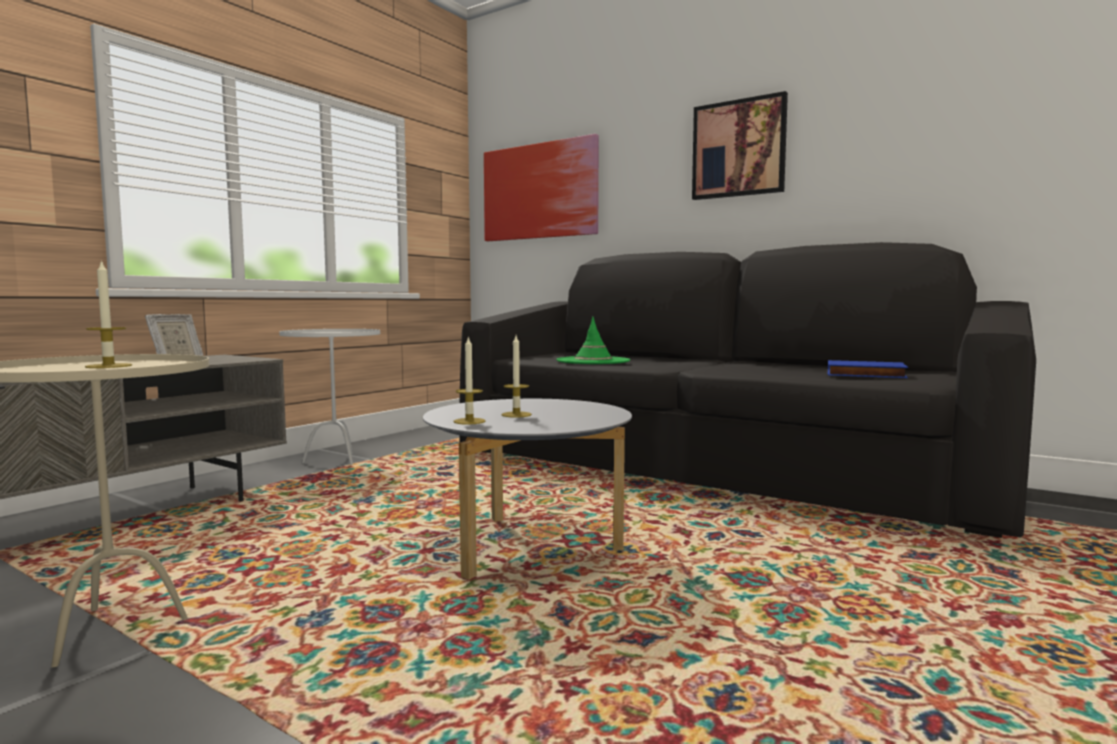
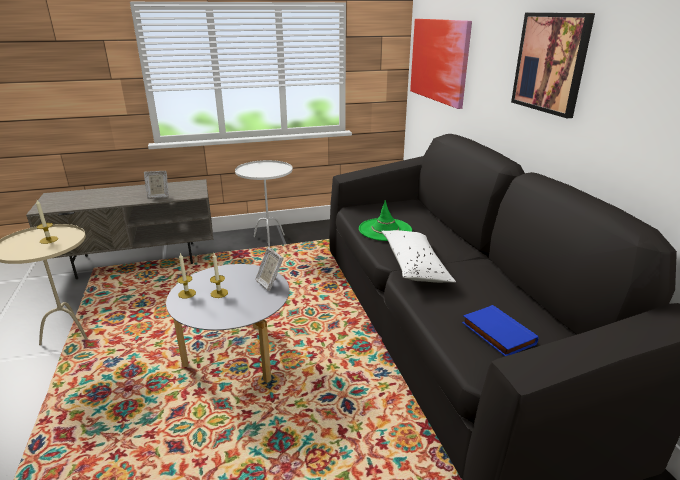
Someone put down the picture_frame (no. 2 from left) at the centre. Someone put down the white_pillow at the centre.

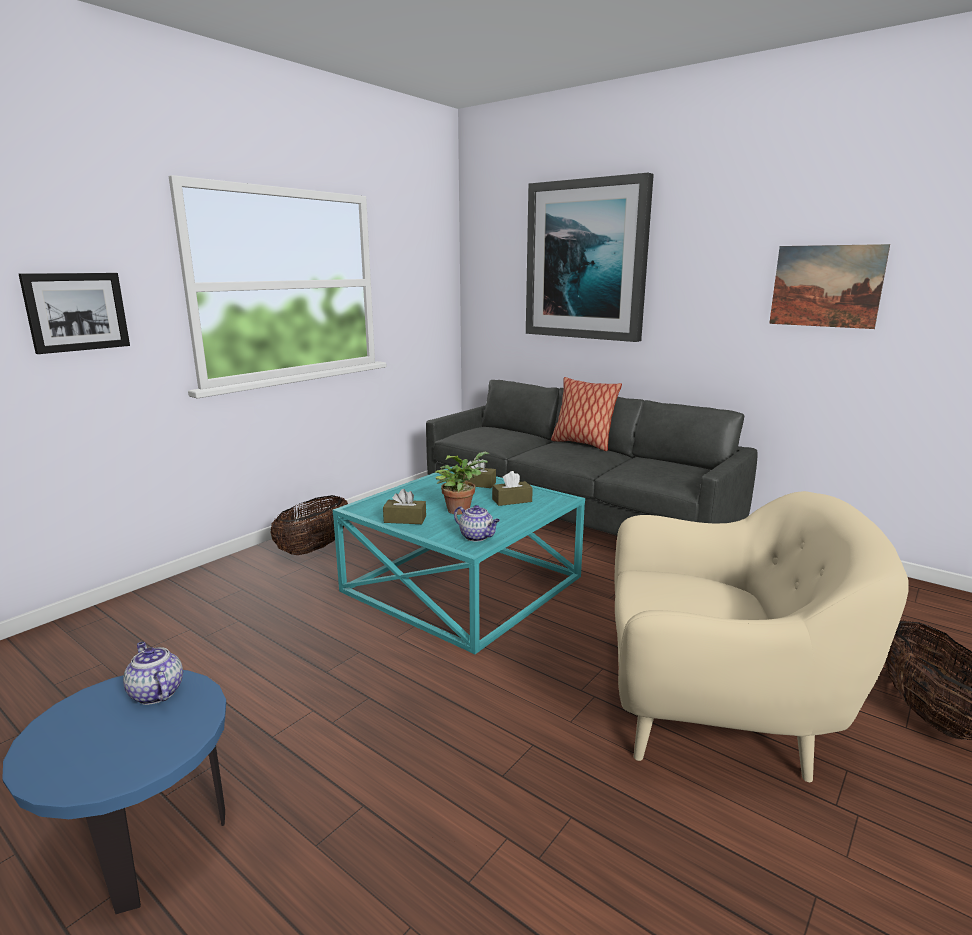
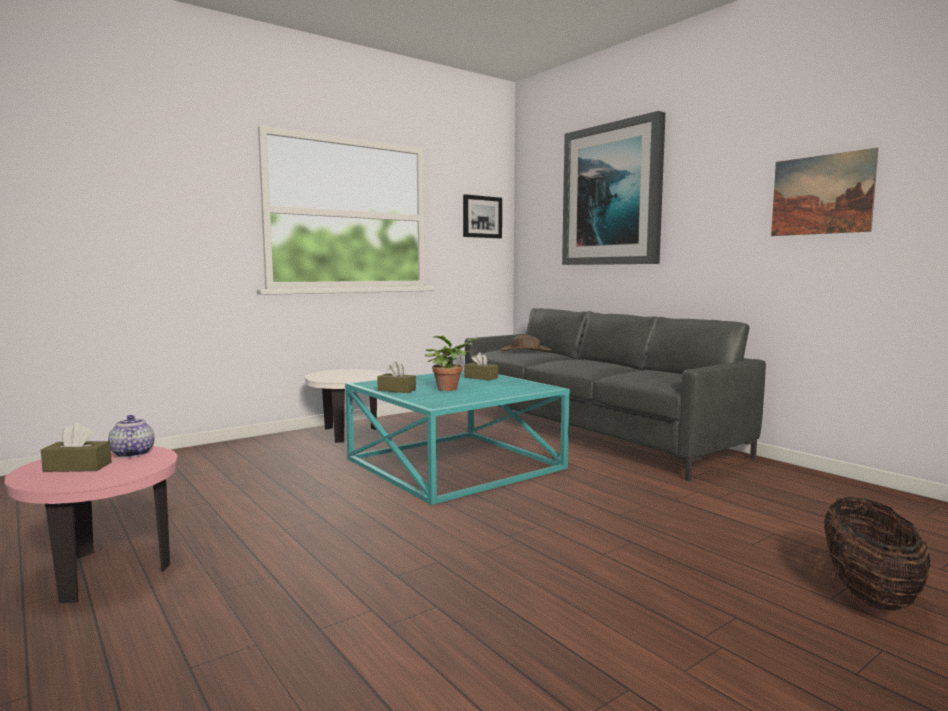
Someone took away the teapot (no. 2 from left) at the centre. Someone took away the pillow at the centre. Someone took away the beige_armchair at the bottom right. Someone put down the brown_hat at the centre. Someone carried the picture (no. 1 from left) from the middle left to the top centre. Someone carried the brown_tissue_box (no. 3 from left in the first image) from the centre to the middle left. Someone swapped the basket (no. 1 from left) at the middle left for the white_side_table at the centre. Someone repainted the blue_side_table at the bottom left, which became the pink_side_table at the bottom left.

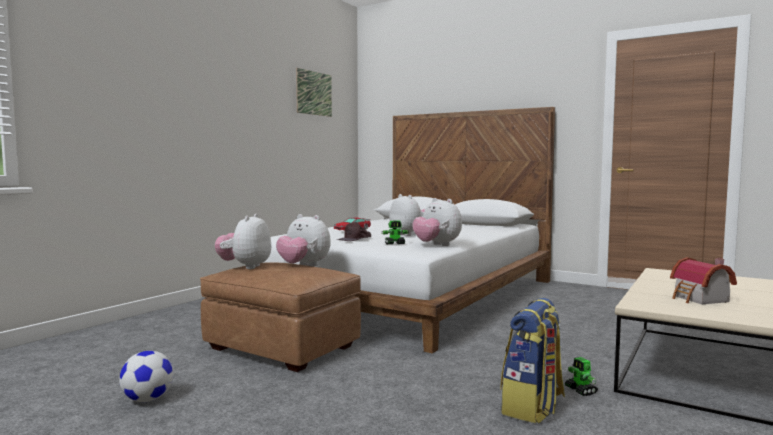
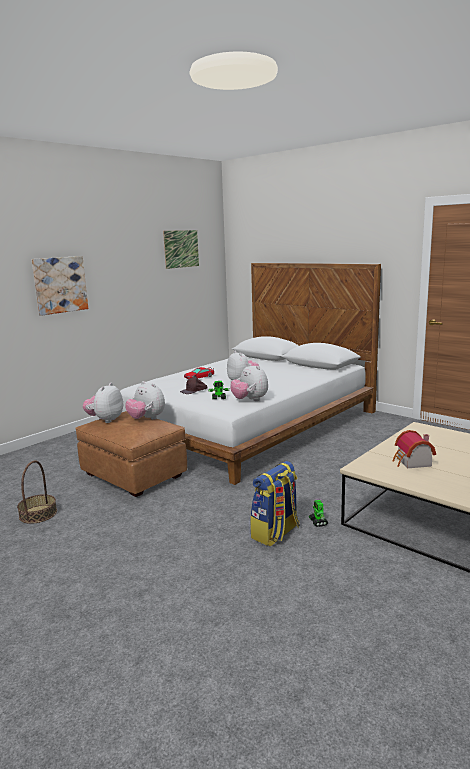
Someone put up the picture (no. 1 from left) at the middle left. Someone swapped the football at the bottom left for the basket at the middle left.

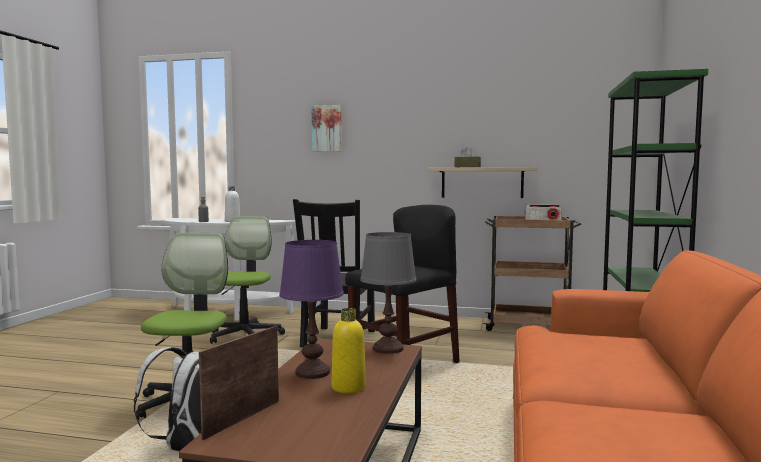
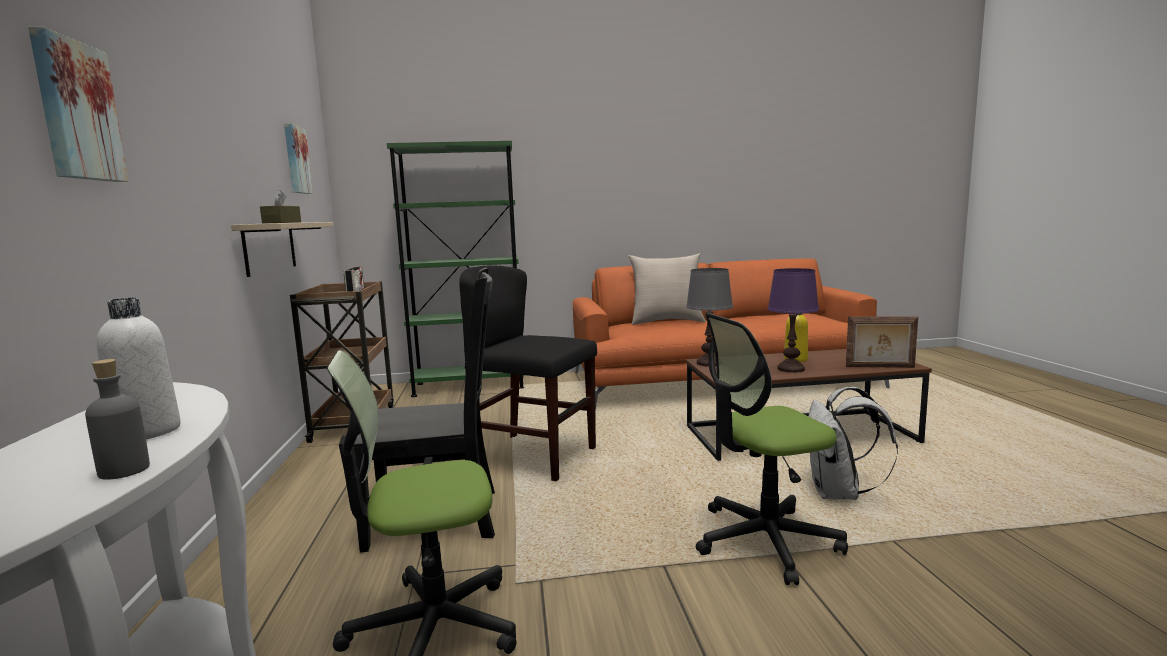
Someone put up the picture (no. 2 from left) at the top left. Someone put down the beige_pillow at the centre.

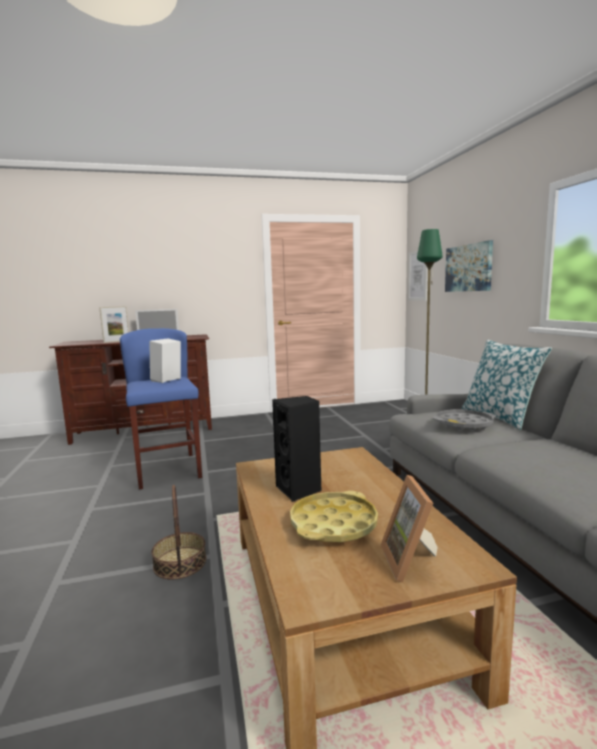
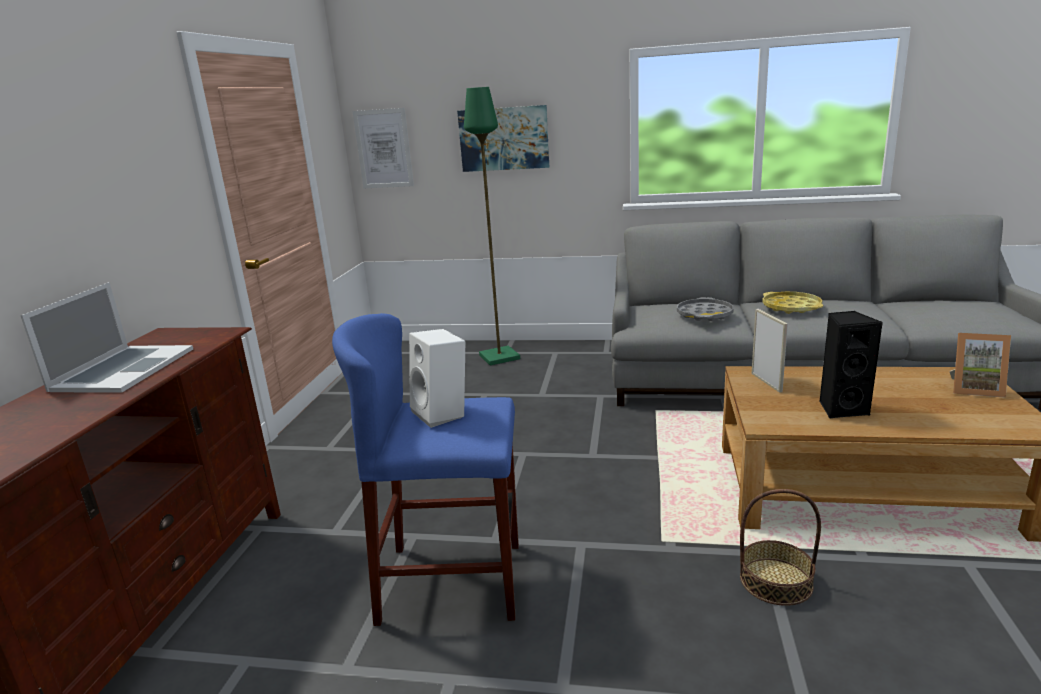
Someone took away the pillow at the middle right. Someone carried the picture_frame (no. 1 from left) from the middle left to the middle right. Someone carried the yellow_tray from the bottom centre to the middle right.

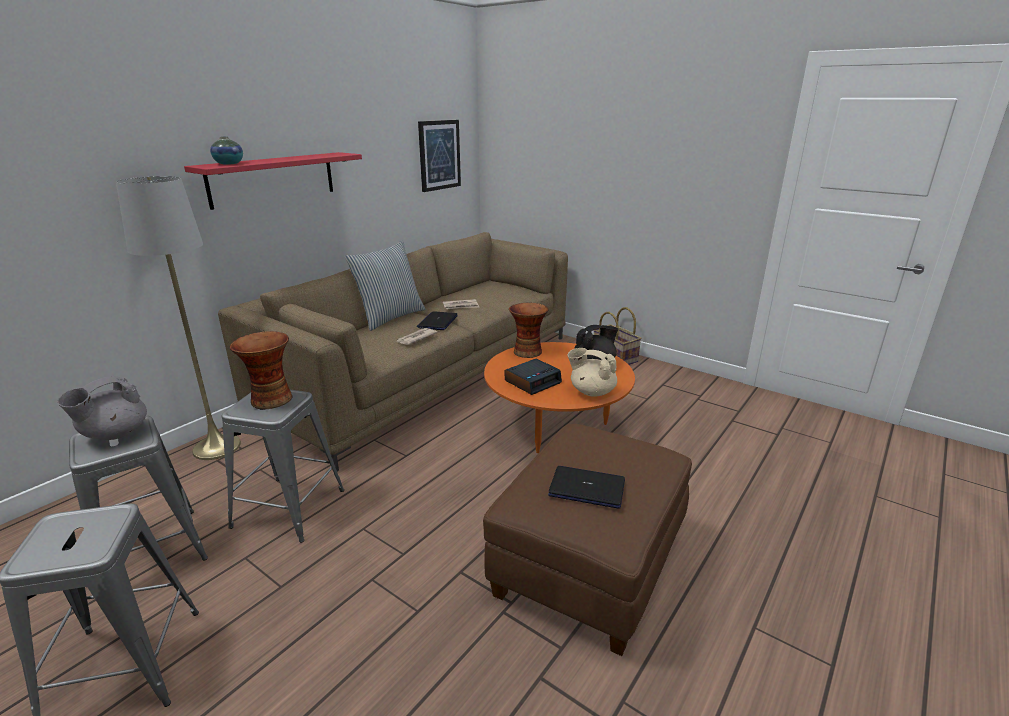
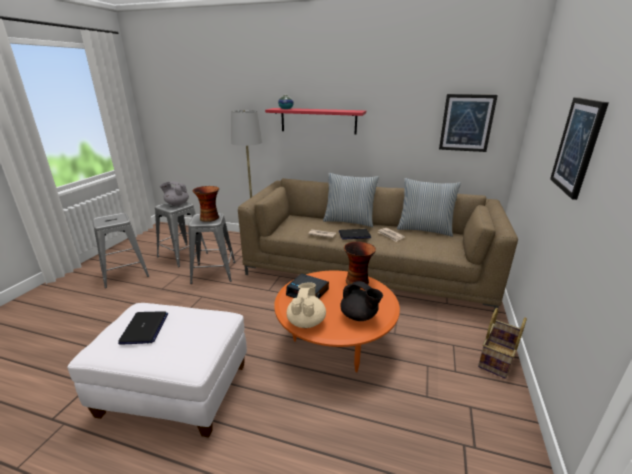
Someone put down the pillow (no. 2 from left) at the middle right. Someone put up the picture (no. 2 from left) at the top right. Someone repainted the brown_ottoman at the bottom centre, which became the white_ottoman at the bottom left.

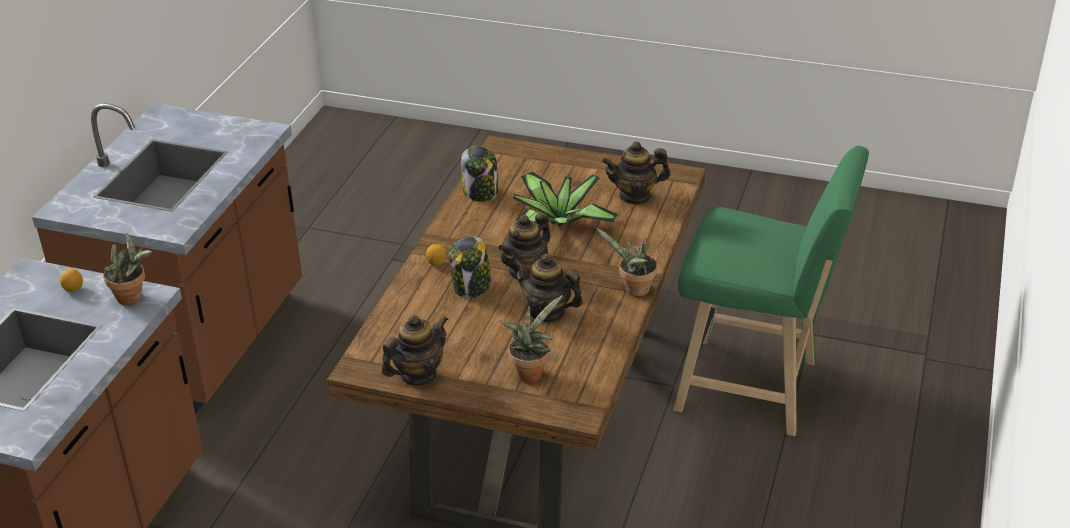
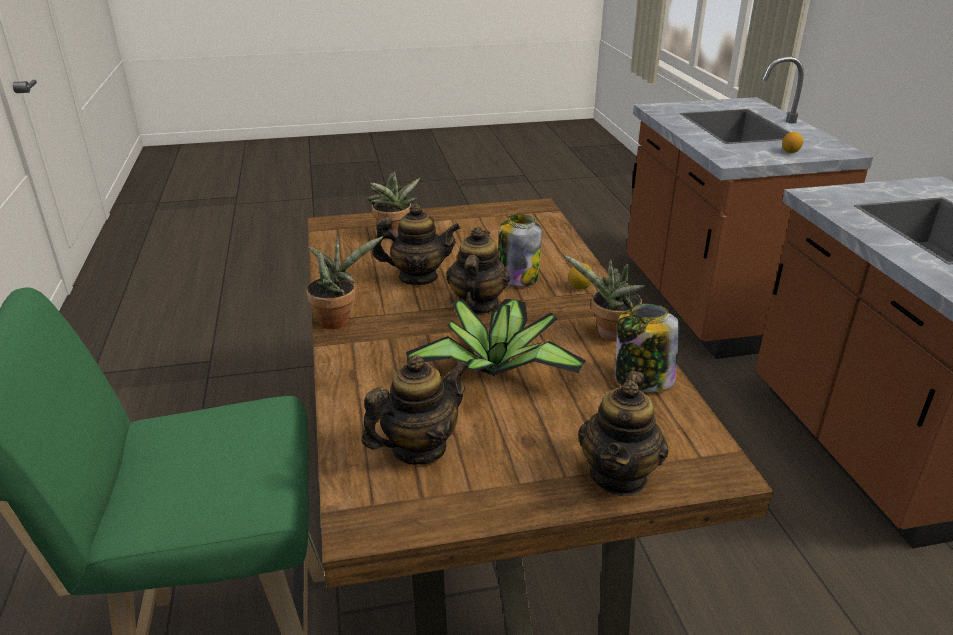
Someone carried the potted_plant (no. 1 from left in the first image) from the middle left to the centre. Someone carried the teapot (no. 1 from left in the first image) from the centre to the bottom centre.

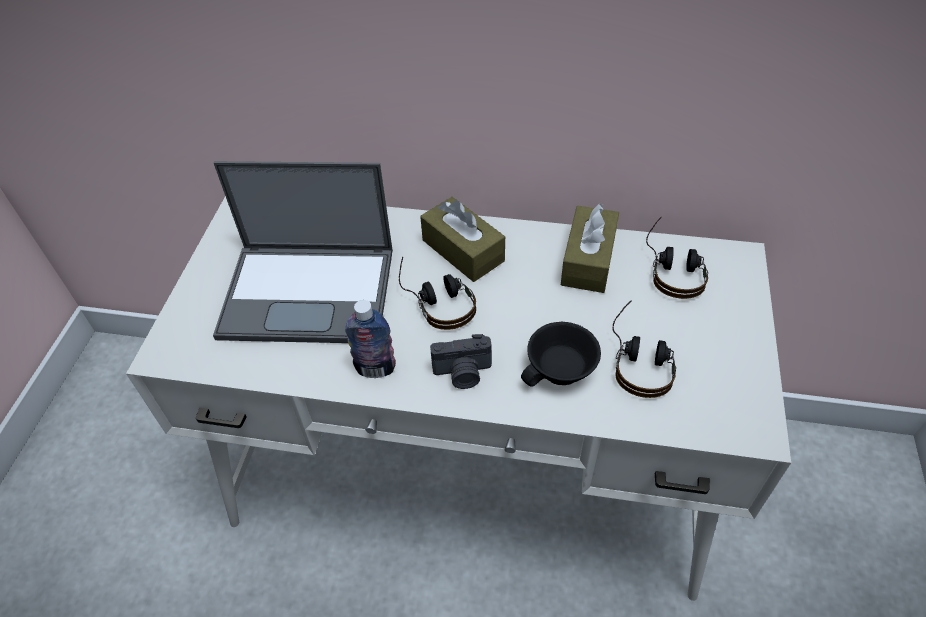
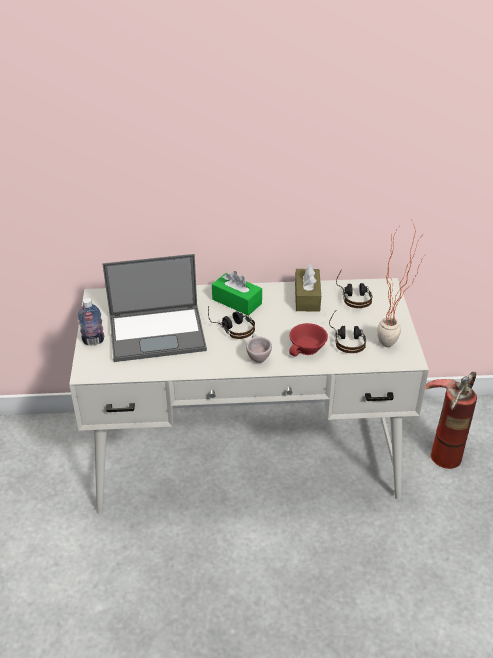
Someone put down the potted_plant at the middle right. Someone put down the fire_extinguisher at the middle right. Someone carried the bottle from the centre to the middle left. Someone swapped the photo_camera at the centre for the beige_cup at the centre. Someone repainted the brown_tissue_box (no. 1 from left) at the centre, which became the green_tissue_box at the centre. Someone repainted the black_cup at the centre, which became the red_cup at the centre.

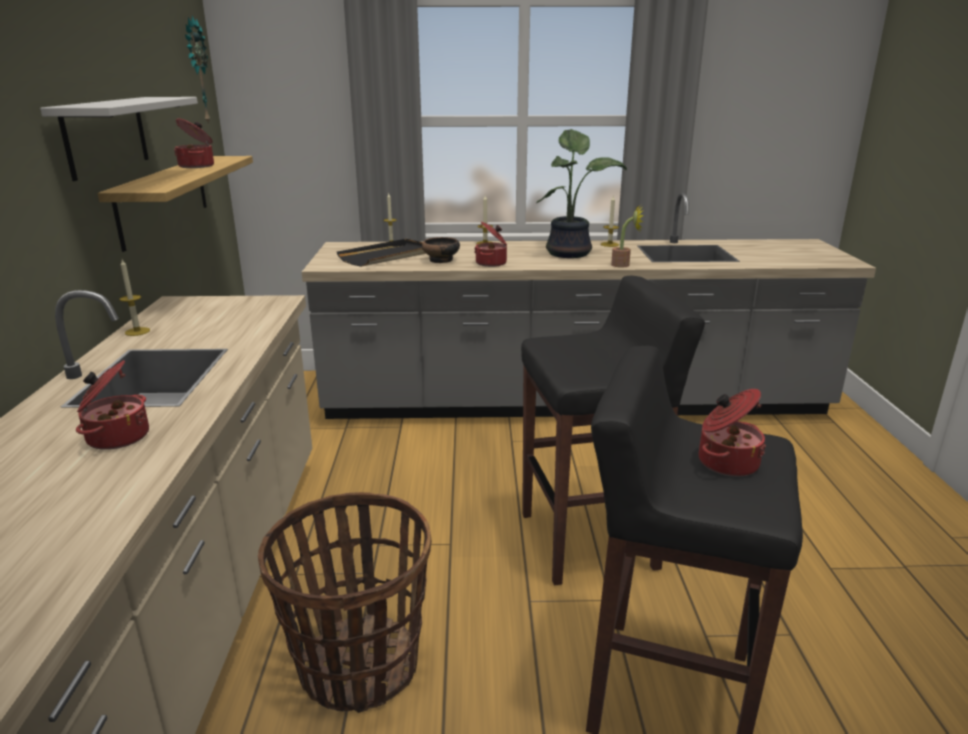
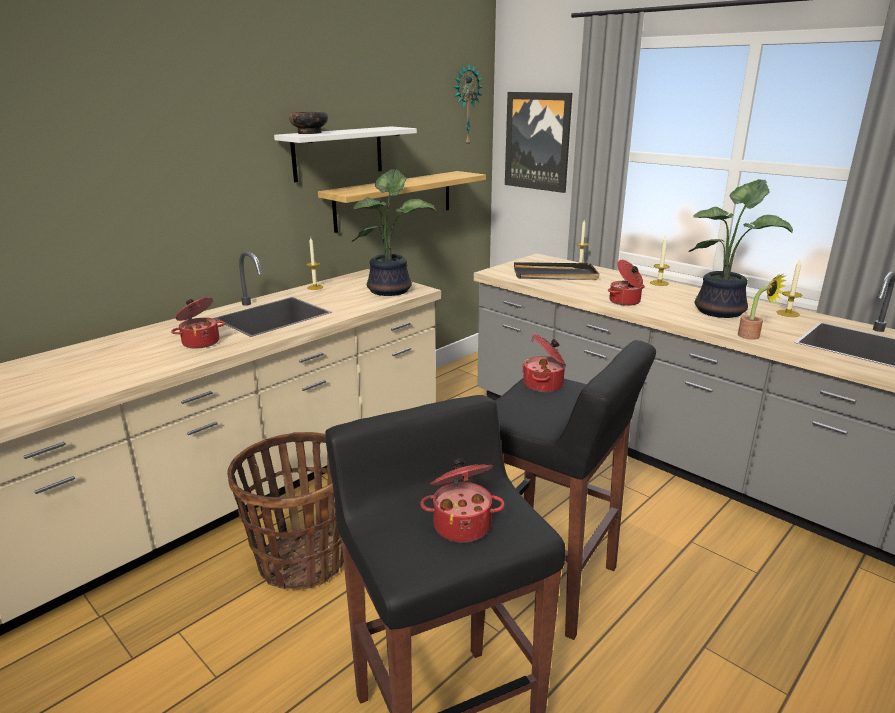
Someone put down the potted_plant (no. 1 from left) at the top centre. Someone put up the picture at the top centre. Someone carried the cooking_pot (no. 2 from left in the first image) from the top left to the centre. Someone carried the bowl from the centre to the top centre.

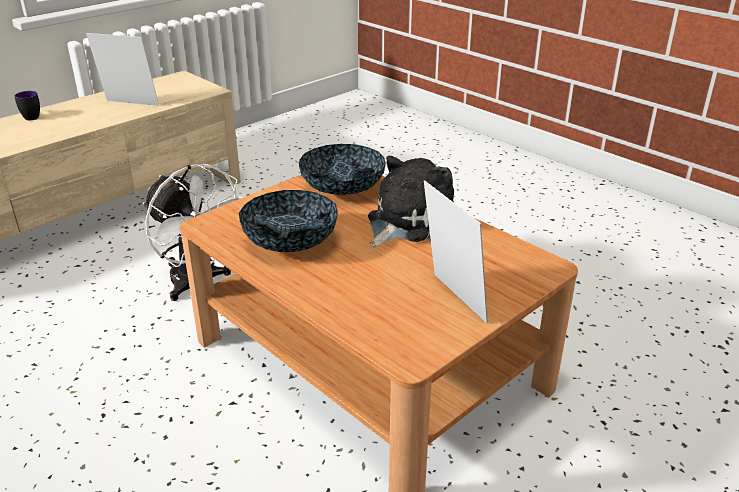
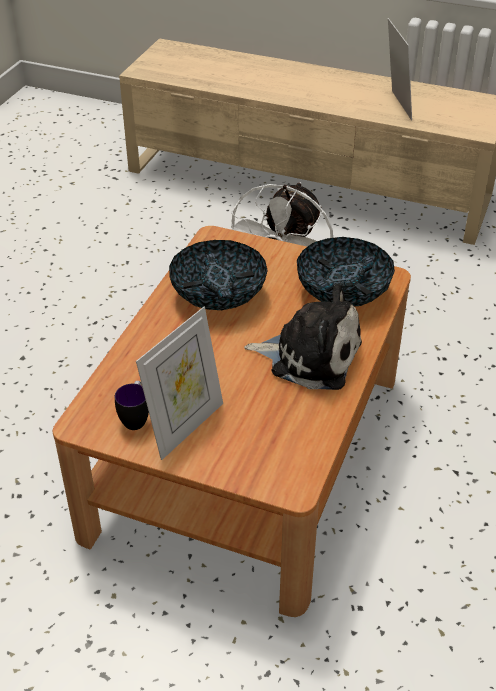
Someone carried the mug from the top left to the middle left.

